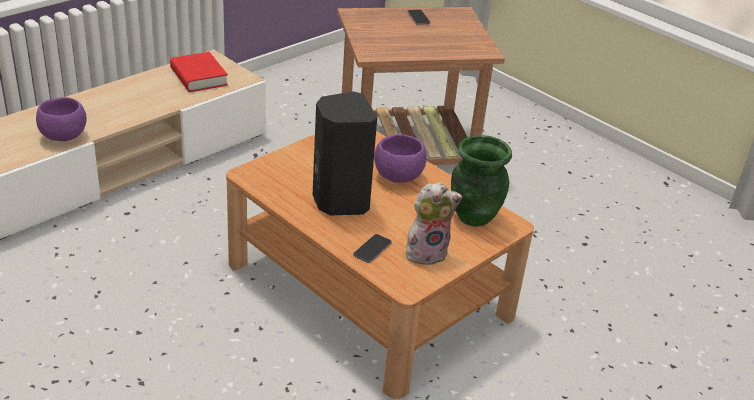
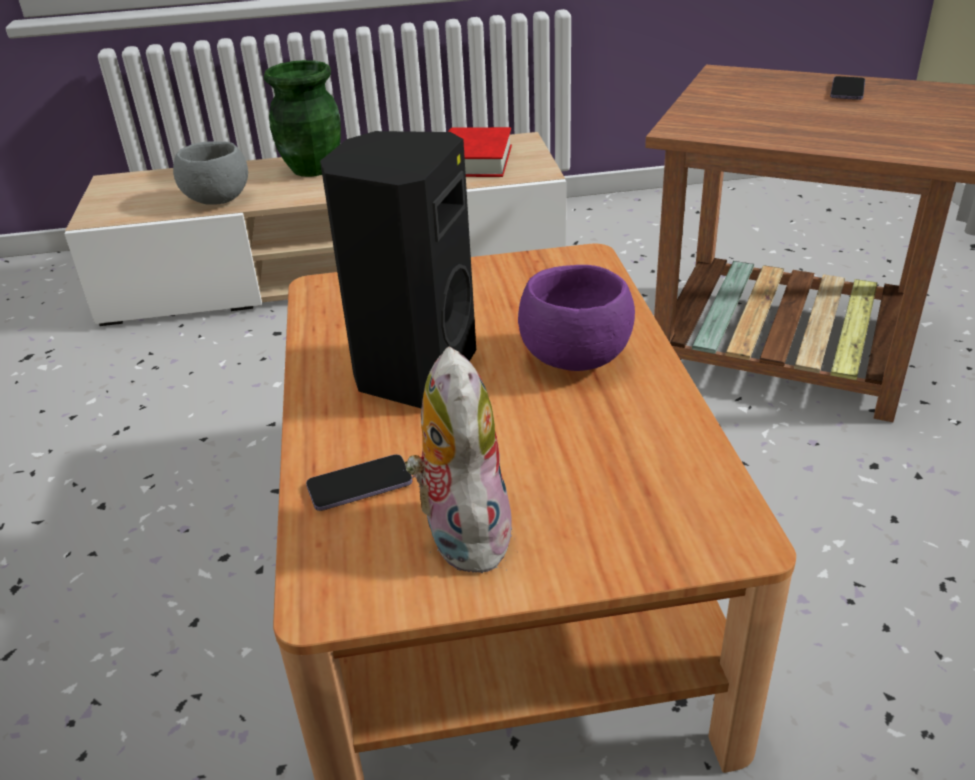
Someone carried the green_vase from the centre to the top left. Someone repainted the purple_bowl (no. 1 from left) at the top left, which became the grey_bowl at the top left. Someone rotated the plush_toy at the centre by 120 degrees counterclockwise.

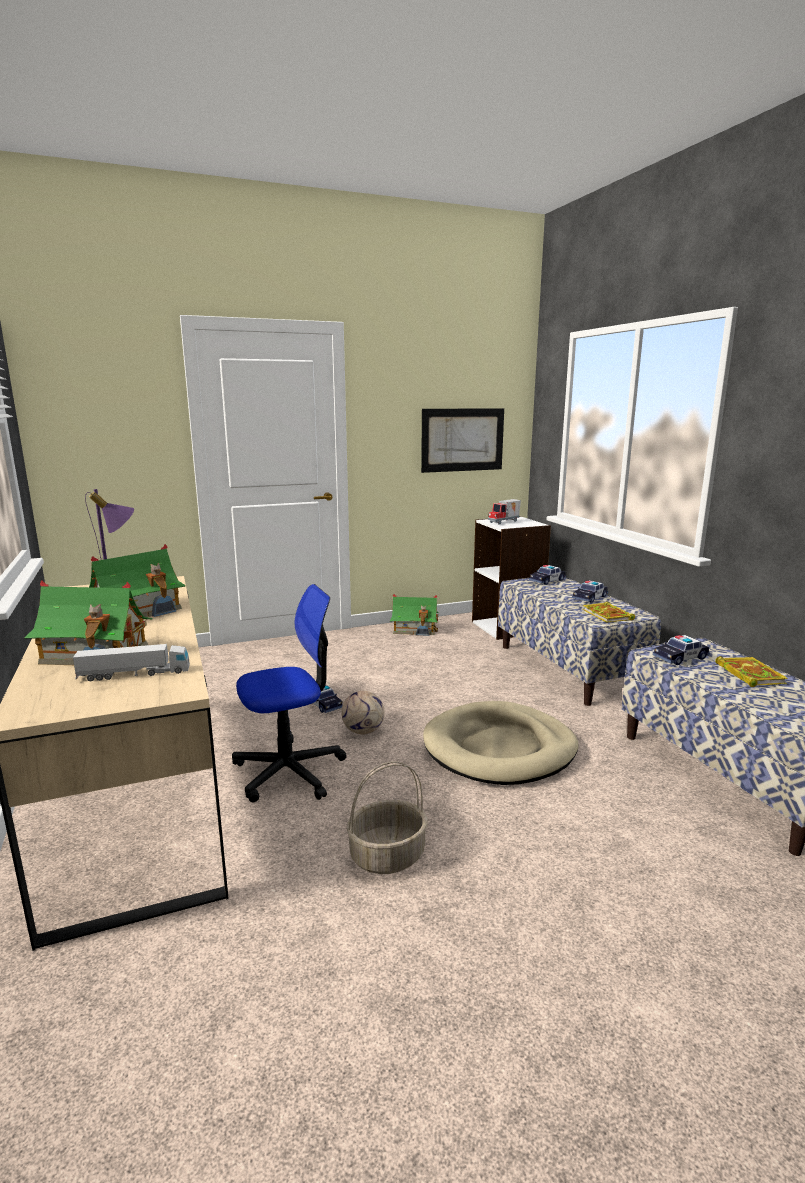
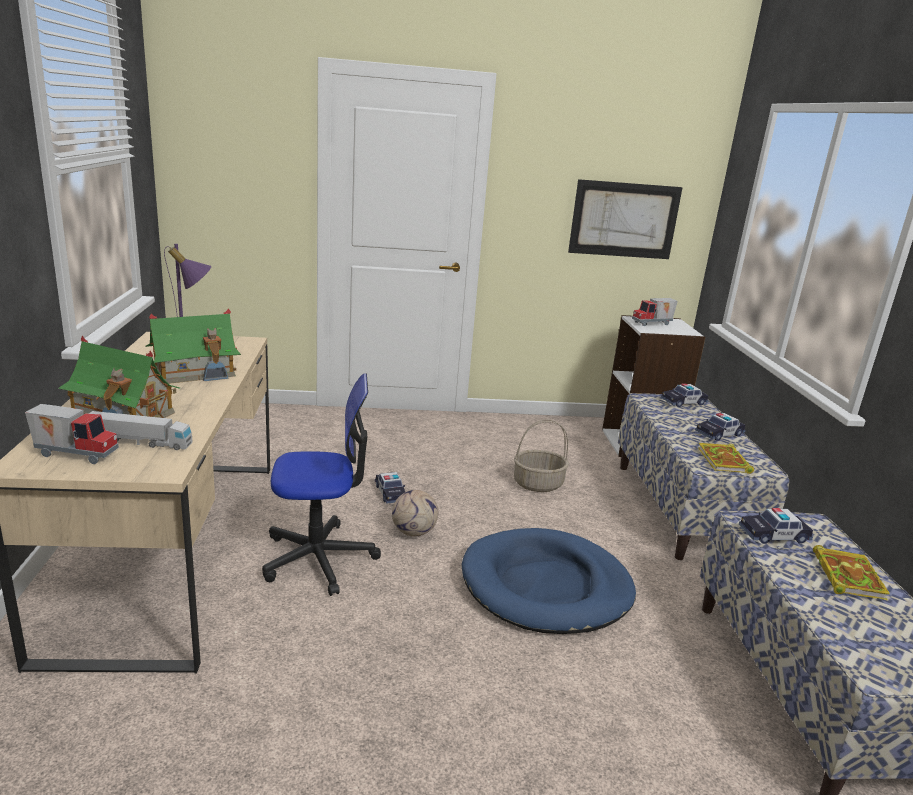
Someone took away the toy_house (no. 3 from left) at the centre. Someone put down the toy_truck (no. 1 from left) at the middle left. Someone carried the basket from the bottom centre to the centre. Someone repainted the beige_dog_bed at the centre, which became the blue_dog_bed at the bottom centre.

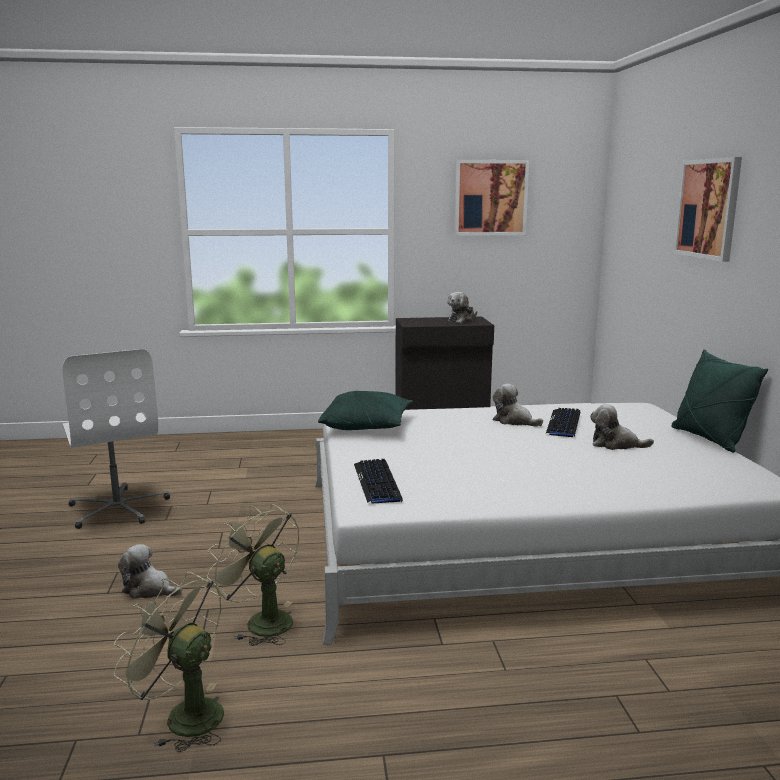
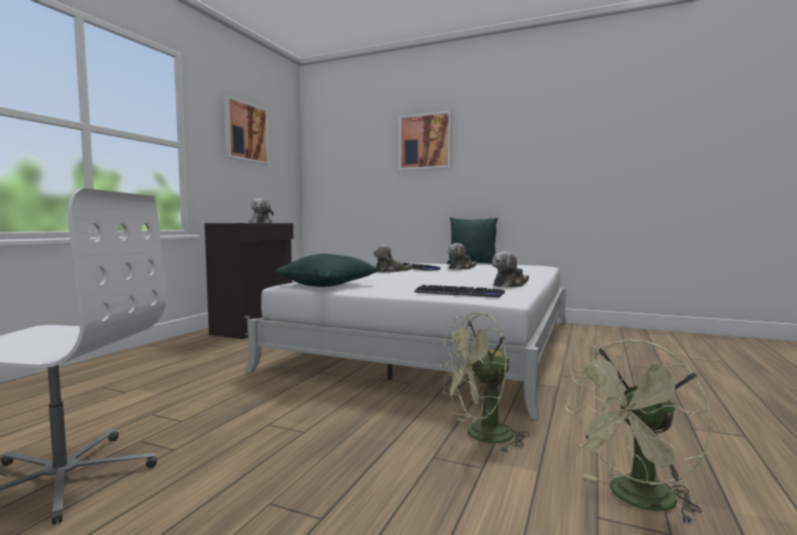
Someone carried the plush_toy (no. 1 from left in the first image) from the bottom left to the centre.

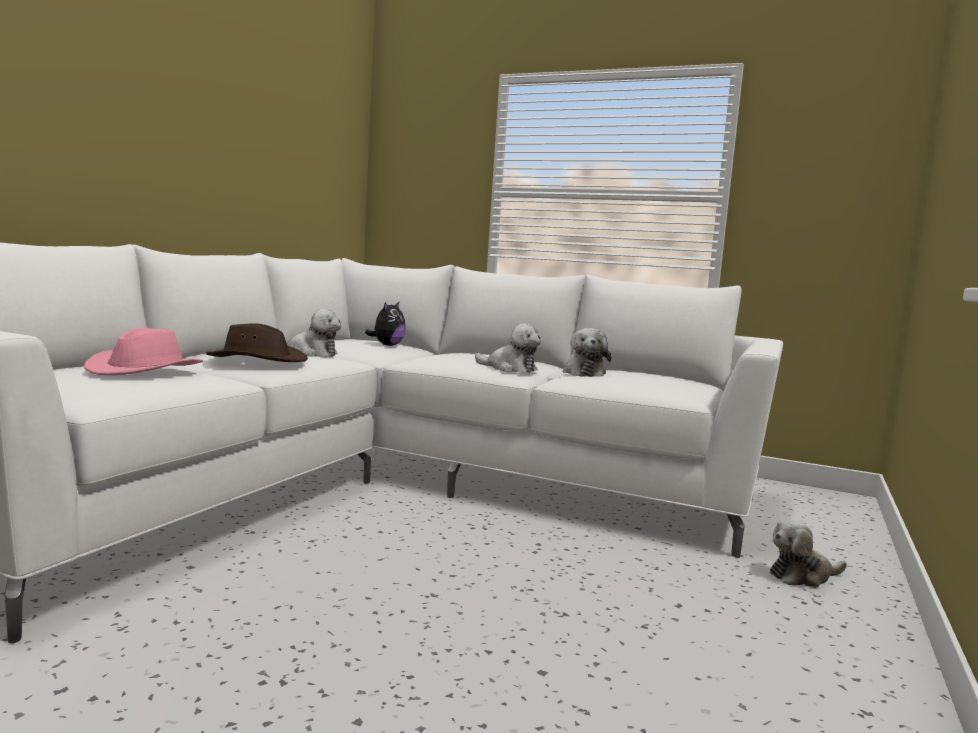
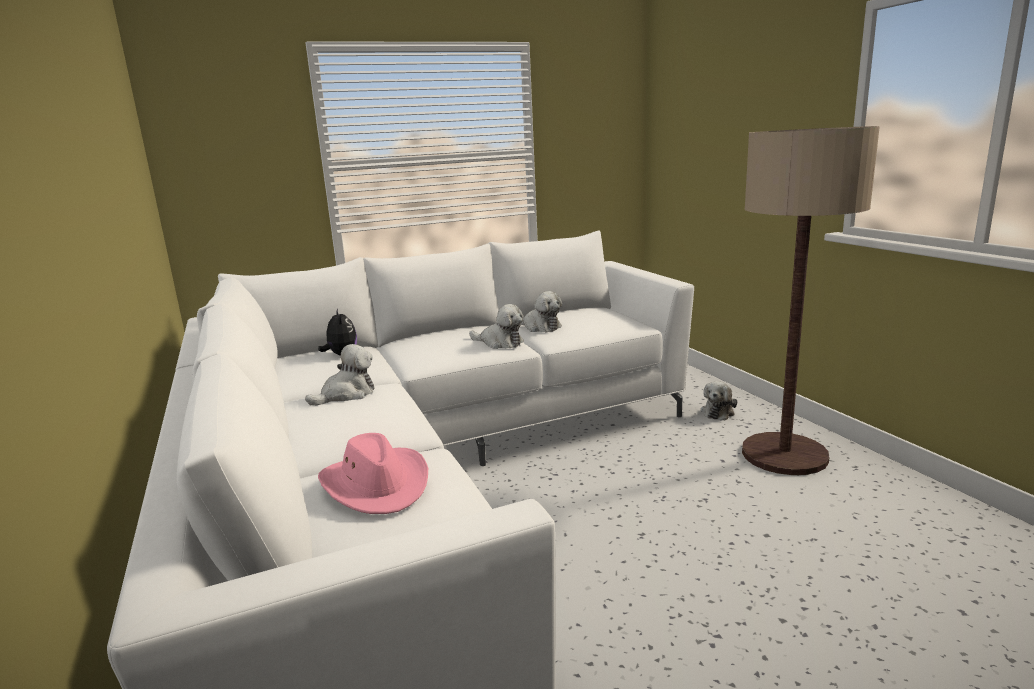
Someone took away the brown_hat at the middle left. Someone put down the floor_lamp at the middle right. Someone rotated the plush_toy (no. 3 from left) at the centre by 45 degrees clockwise.

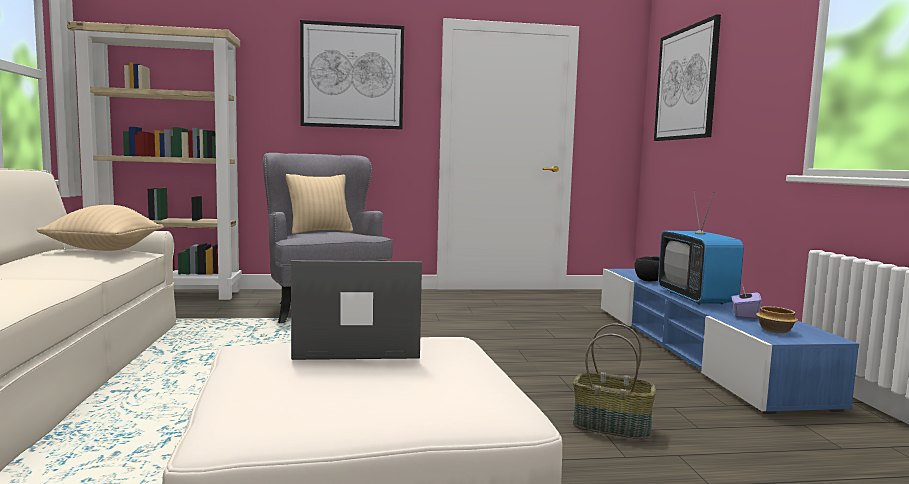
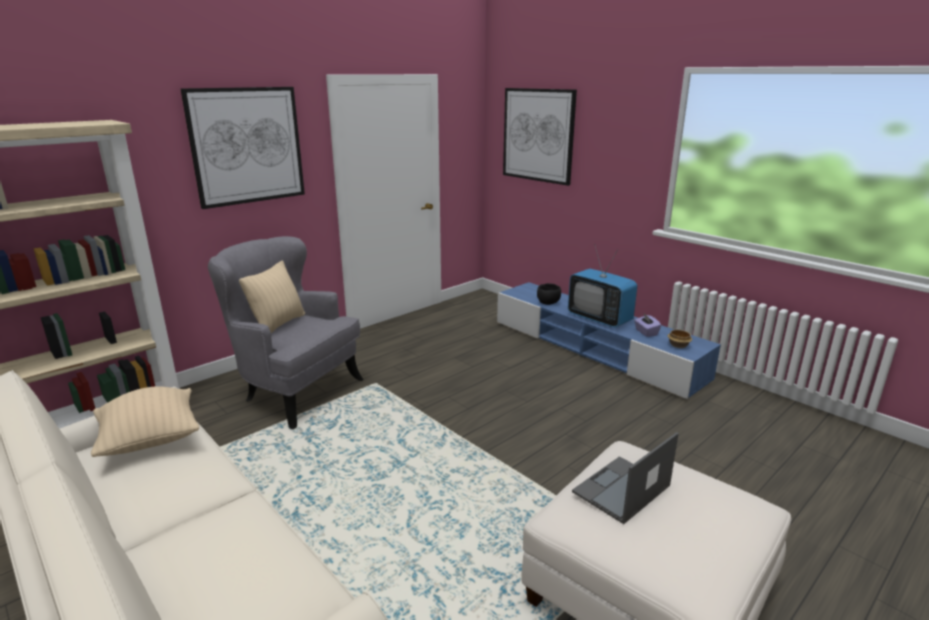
Someone took away the basket at the bottom right.

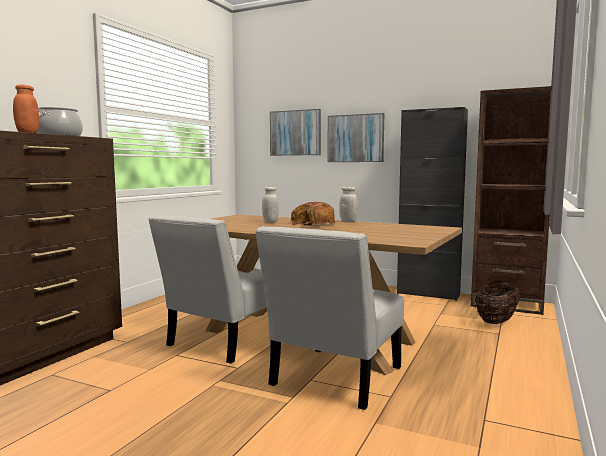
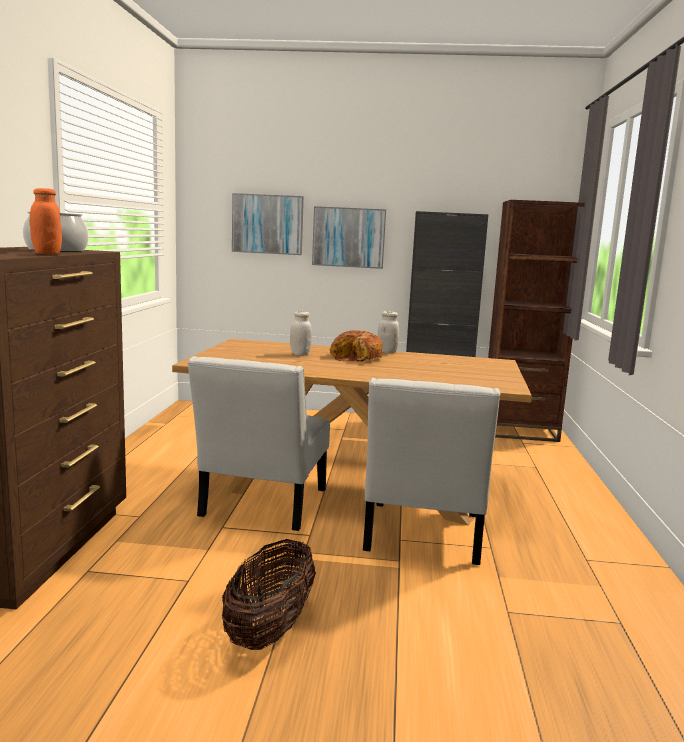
Someone carried the basket from the middle right to the bottom centre.

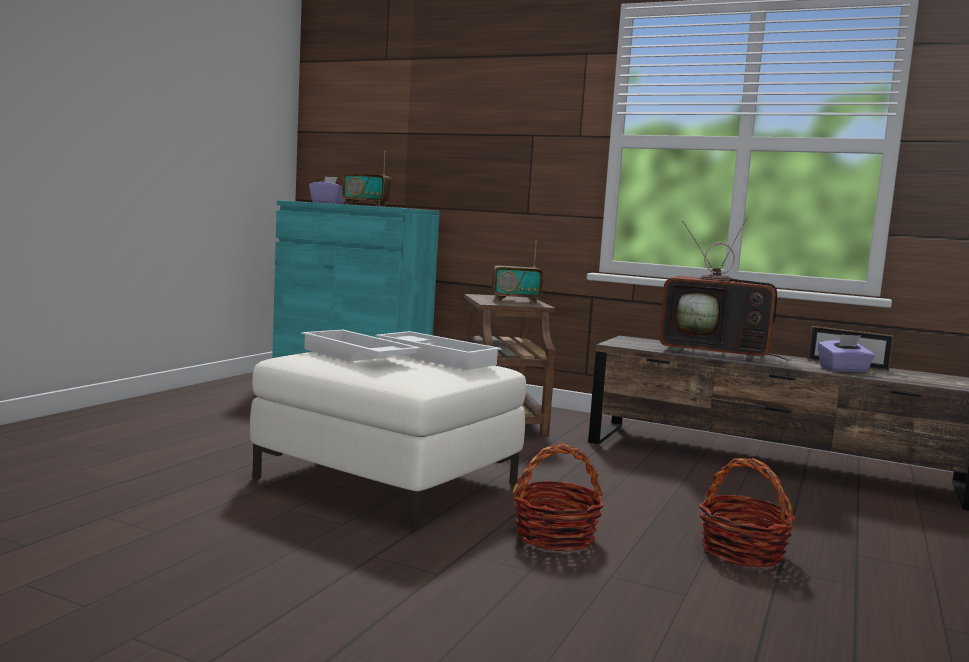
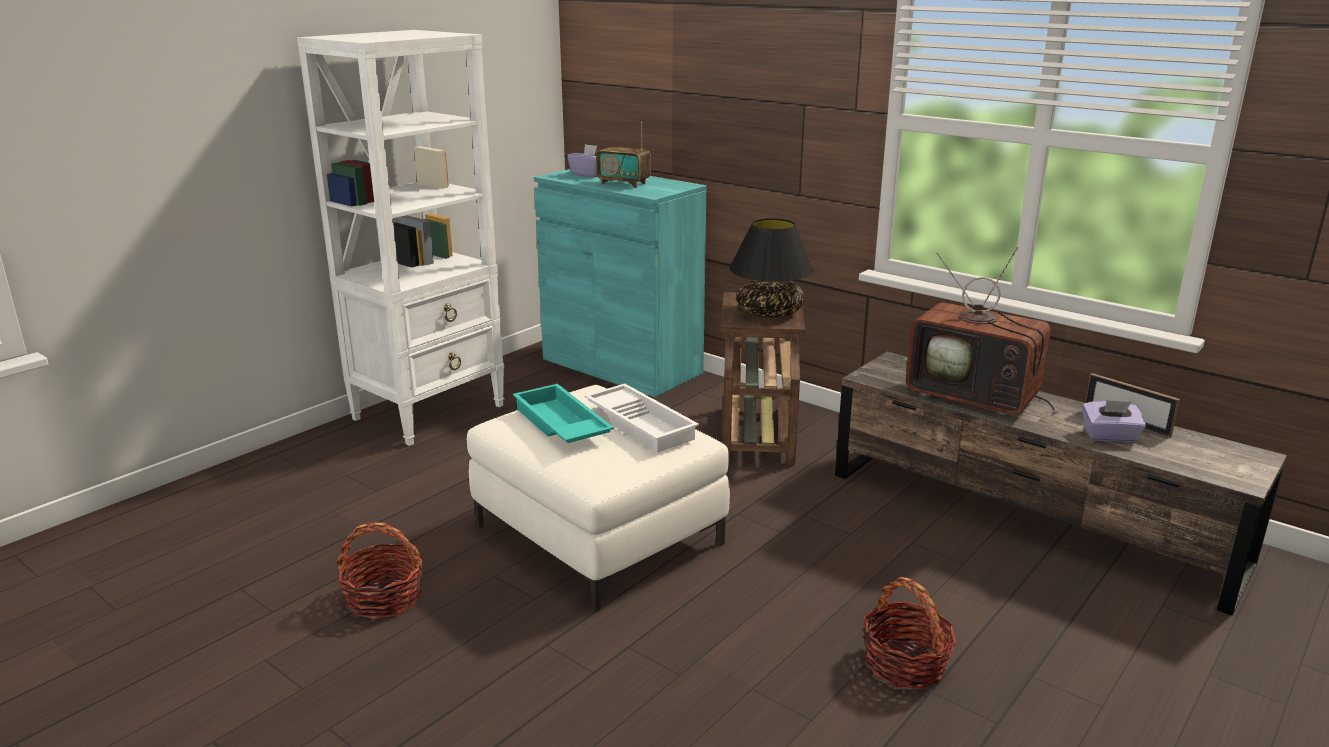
Someone put down the white_bookcase at the top left. Someone carried the basket (no. 1 from left) from the bottom centre to the bottom left. Someone swapped the radio (no. 2 from left) at the centre for the black_table_lamp at the centre. Someone repainted the white_tray (no. 1 from left) at the centre, which became the turquoise_tray at the centre.

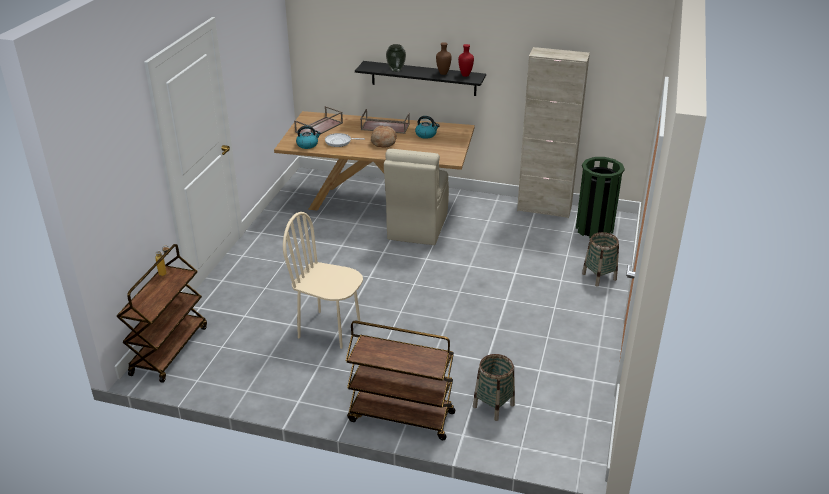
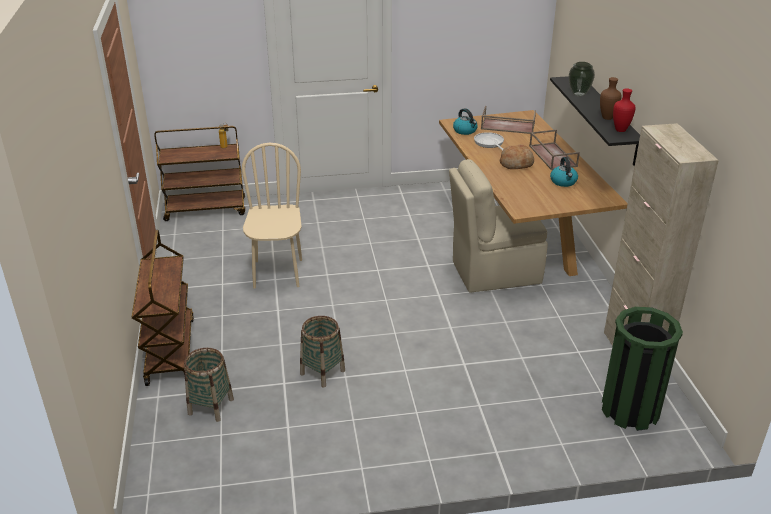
Someone carried the basket (no. 2 from left) from the middle right to the bottom centre.

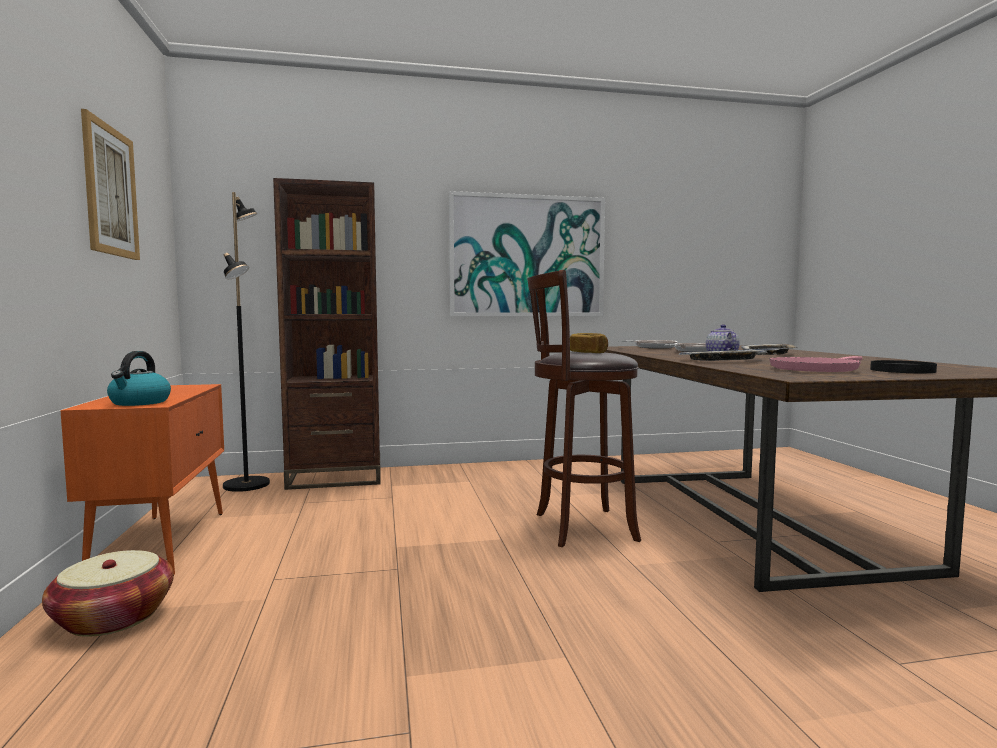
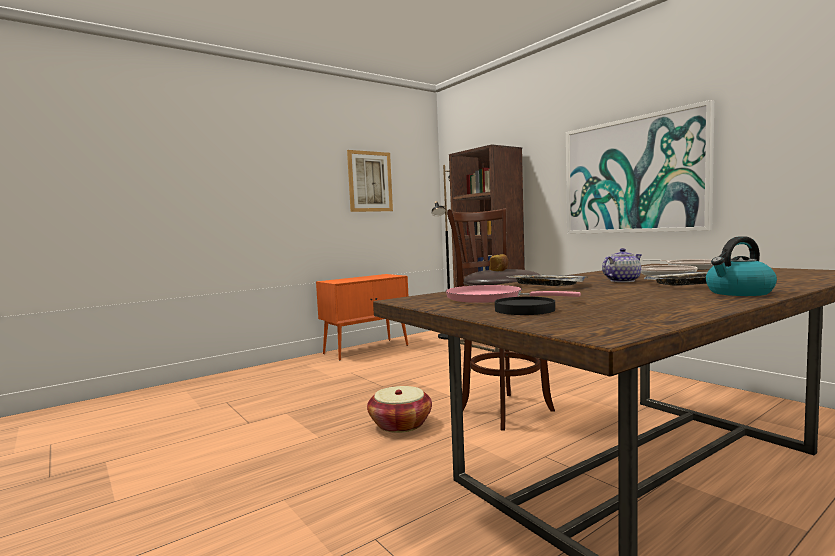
Someone carried the basket from the bottom left to the bottom centre. Someone carried the kettle from the middle left to the middle right.

